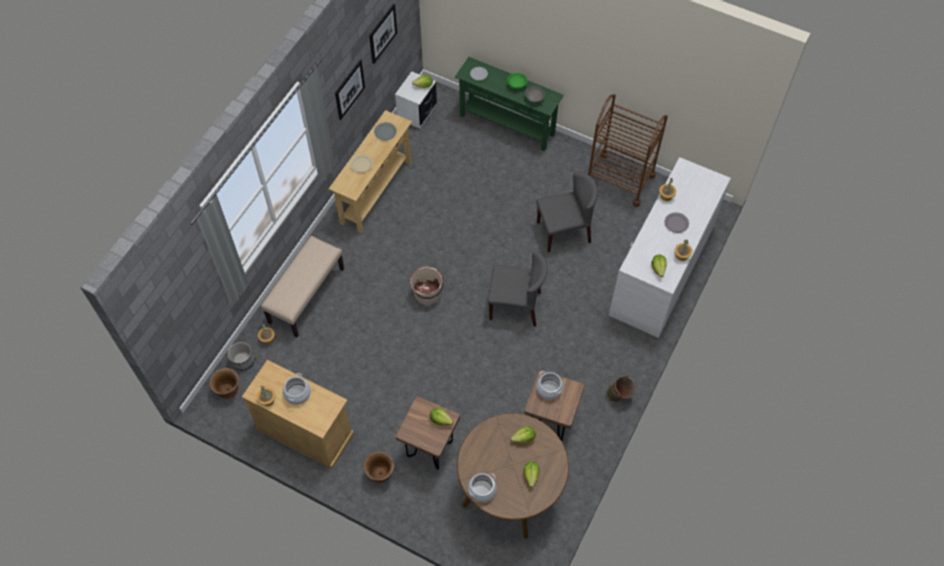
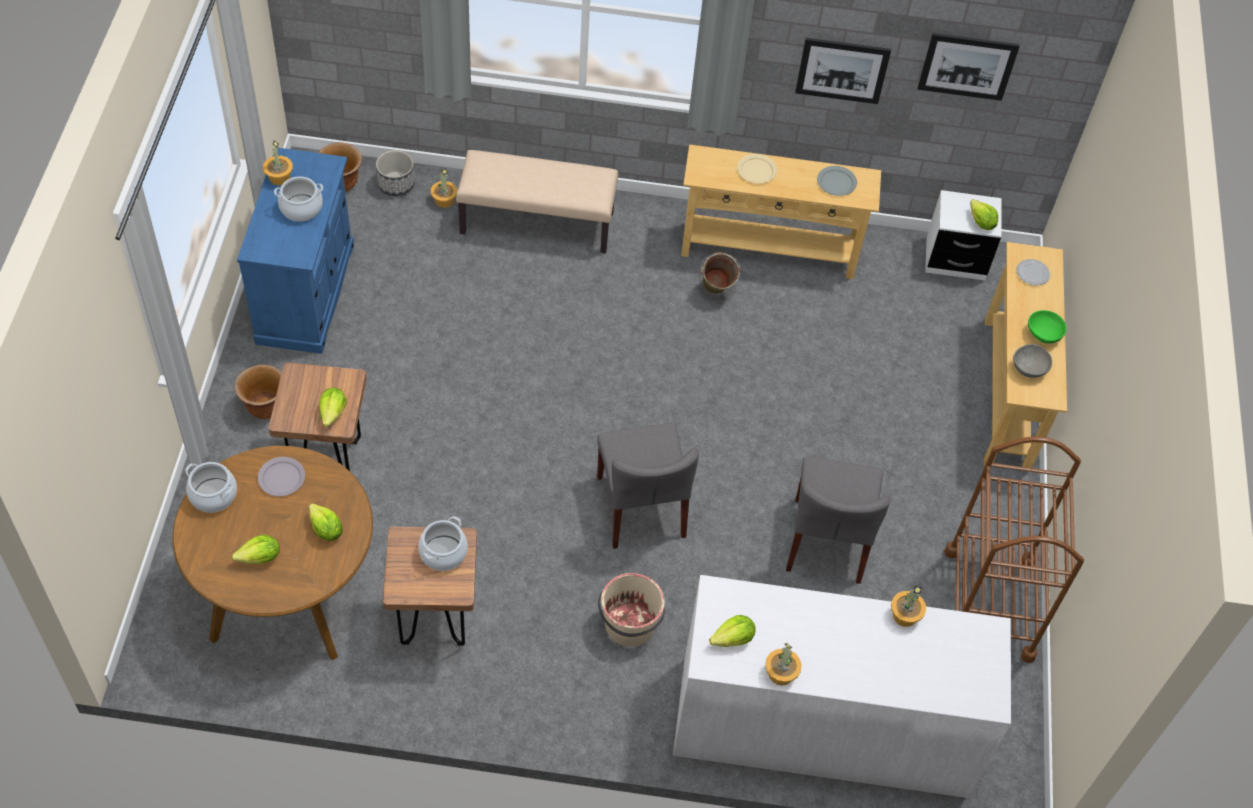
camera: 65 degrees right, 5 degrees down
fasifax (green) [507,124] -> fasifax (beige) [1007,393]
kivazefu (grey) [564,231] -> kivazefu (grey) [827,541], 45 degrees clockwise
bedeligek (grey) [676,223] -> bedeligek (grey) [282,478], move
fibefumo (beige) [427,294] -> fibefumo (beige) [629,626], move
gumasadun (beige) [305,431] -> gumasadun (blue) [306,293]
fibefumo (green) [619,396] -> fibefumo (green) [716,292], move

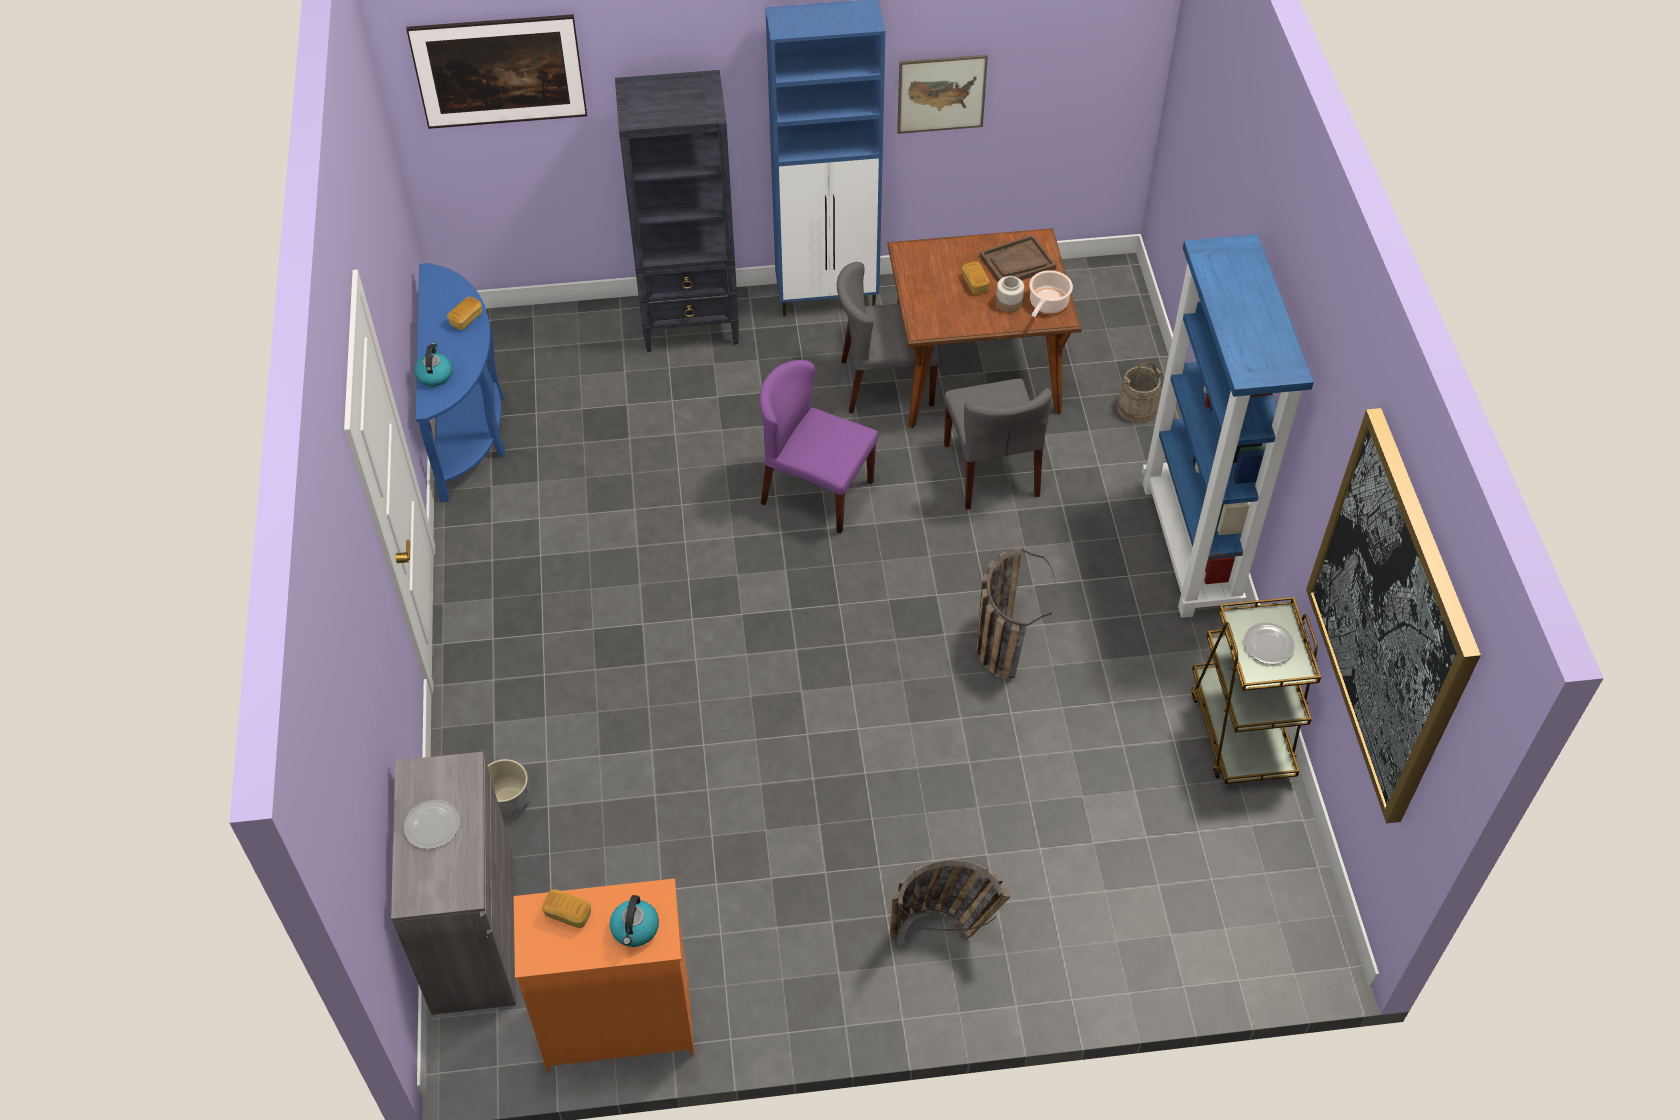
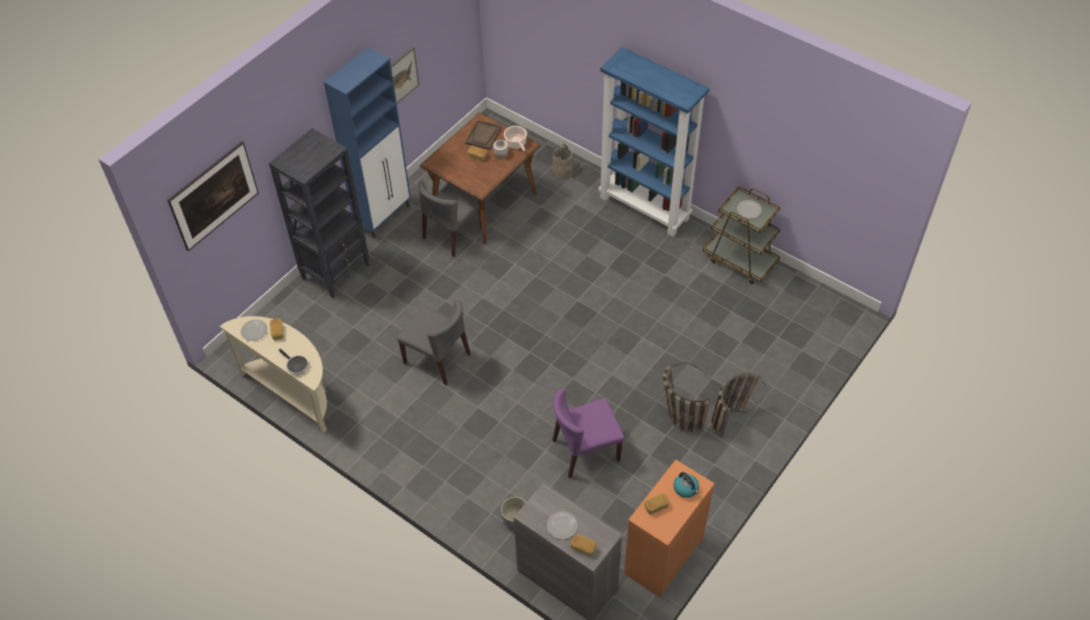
camera: 45 degrees left, 0 degrees up
fasifax (blue) [469,428] -> fasifax (beige) [293,392]
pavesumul [434,374] -> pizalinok [296,366]
kivazefu (purple) [816,492] -> kivazefu (purple) [585,451], move
kivazefu (grey) [991,470] -> kivazefu (grey) [437,358], move
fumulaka [1391,618] -> none
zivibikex [1001,639] -> zivibikex [679,415], move
none -> bedeligek [254,331]
none -> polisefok [583,548]

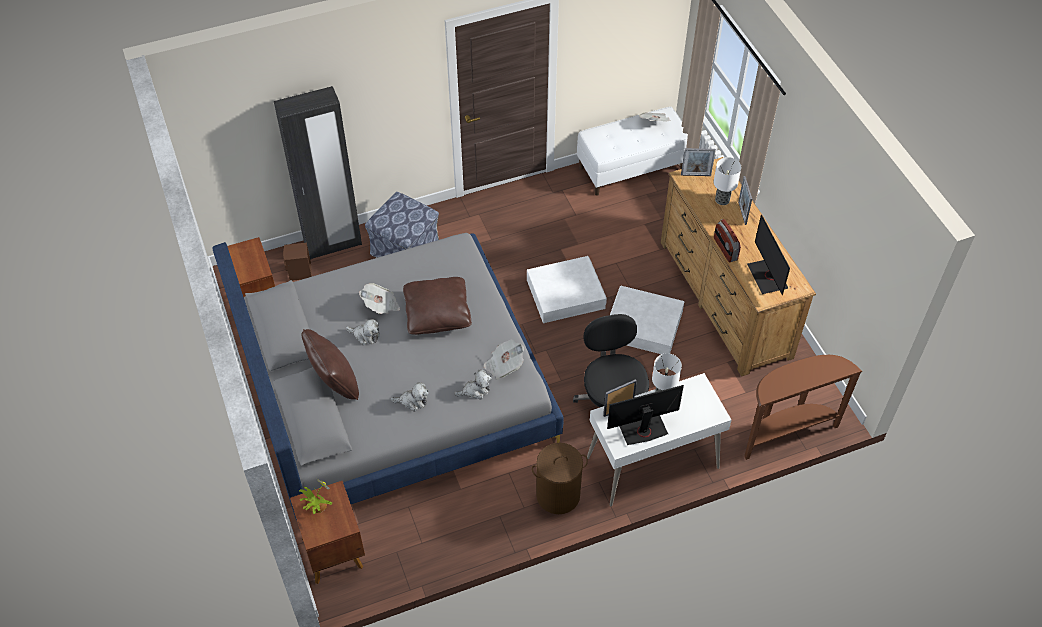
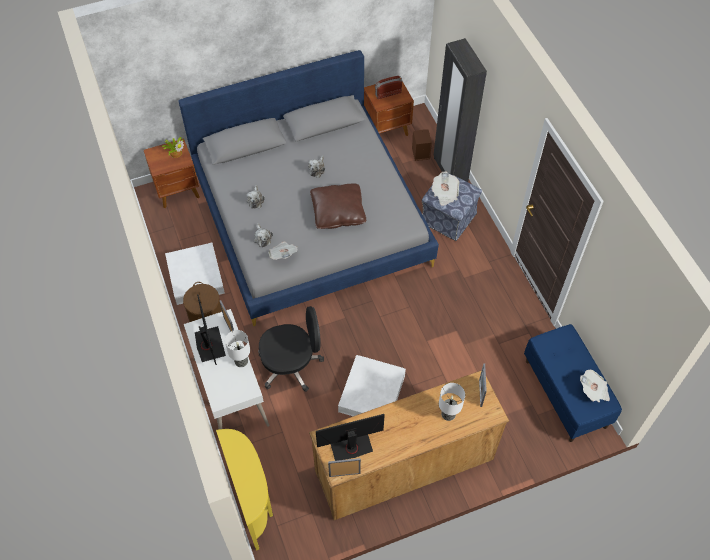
camera: 90 degrees right, 5 degrees up
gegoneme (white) [632,168] -> gegoneme (blue) [566,393]
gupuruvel [742,213] -> gupuruvel [344,474], move
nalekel [725,249] -> nalekel [388,94], move
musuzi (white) [565,294] -> musuzi (white) [195,277], move
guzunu [381,305] -> guzunu [444,194], move
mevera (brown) [334,382] -> none
fasifax (brown) [785,432] -> fasifax (yellow) [253,502]

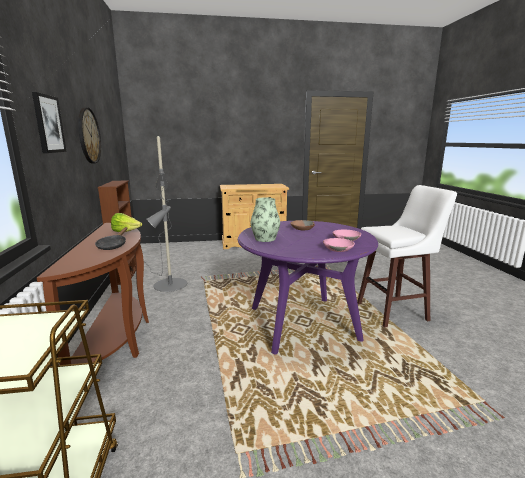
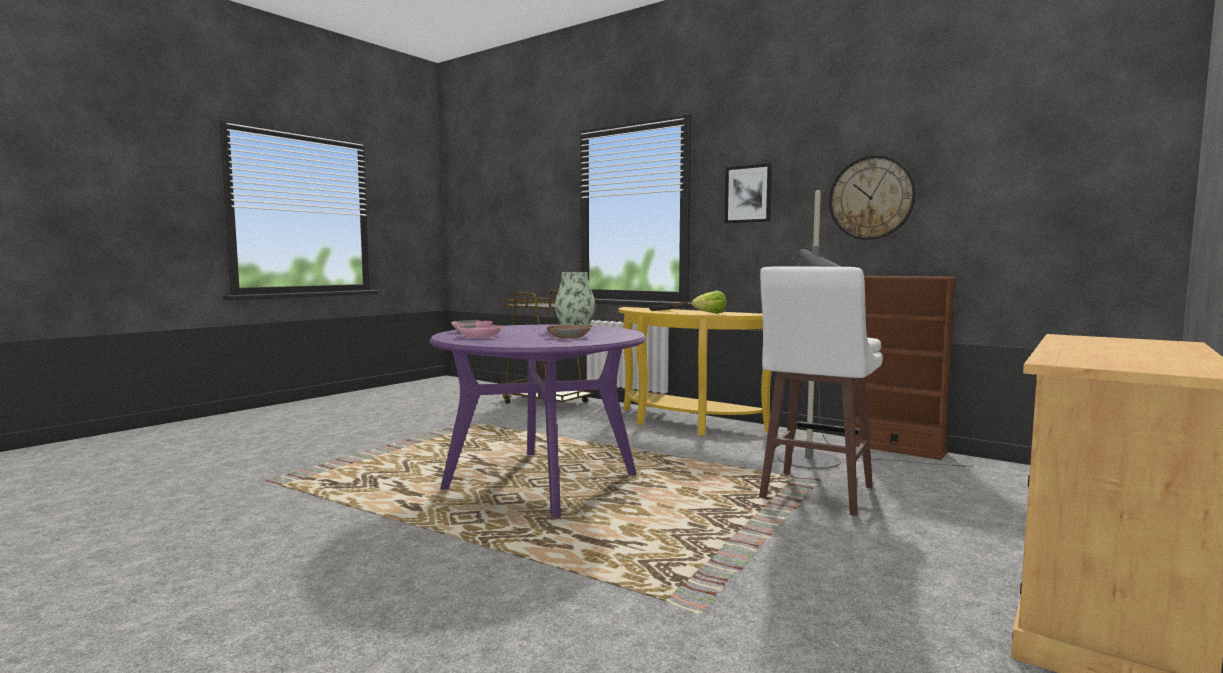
camera: 135 degrees right, 10 degrees down
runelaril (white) [394,312] -> runelaril (white) [814,493], move
fasifax (brown) [118,340] -> fasifax (yellow) [682,424]

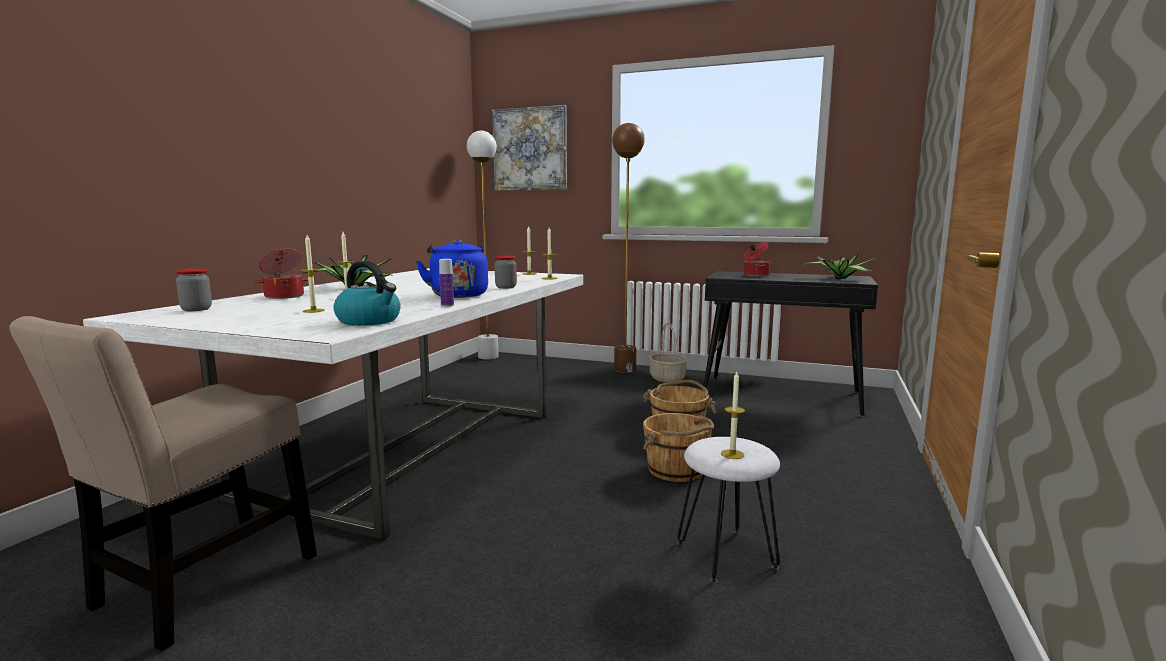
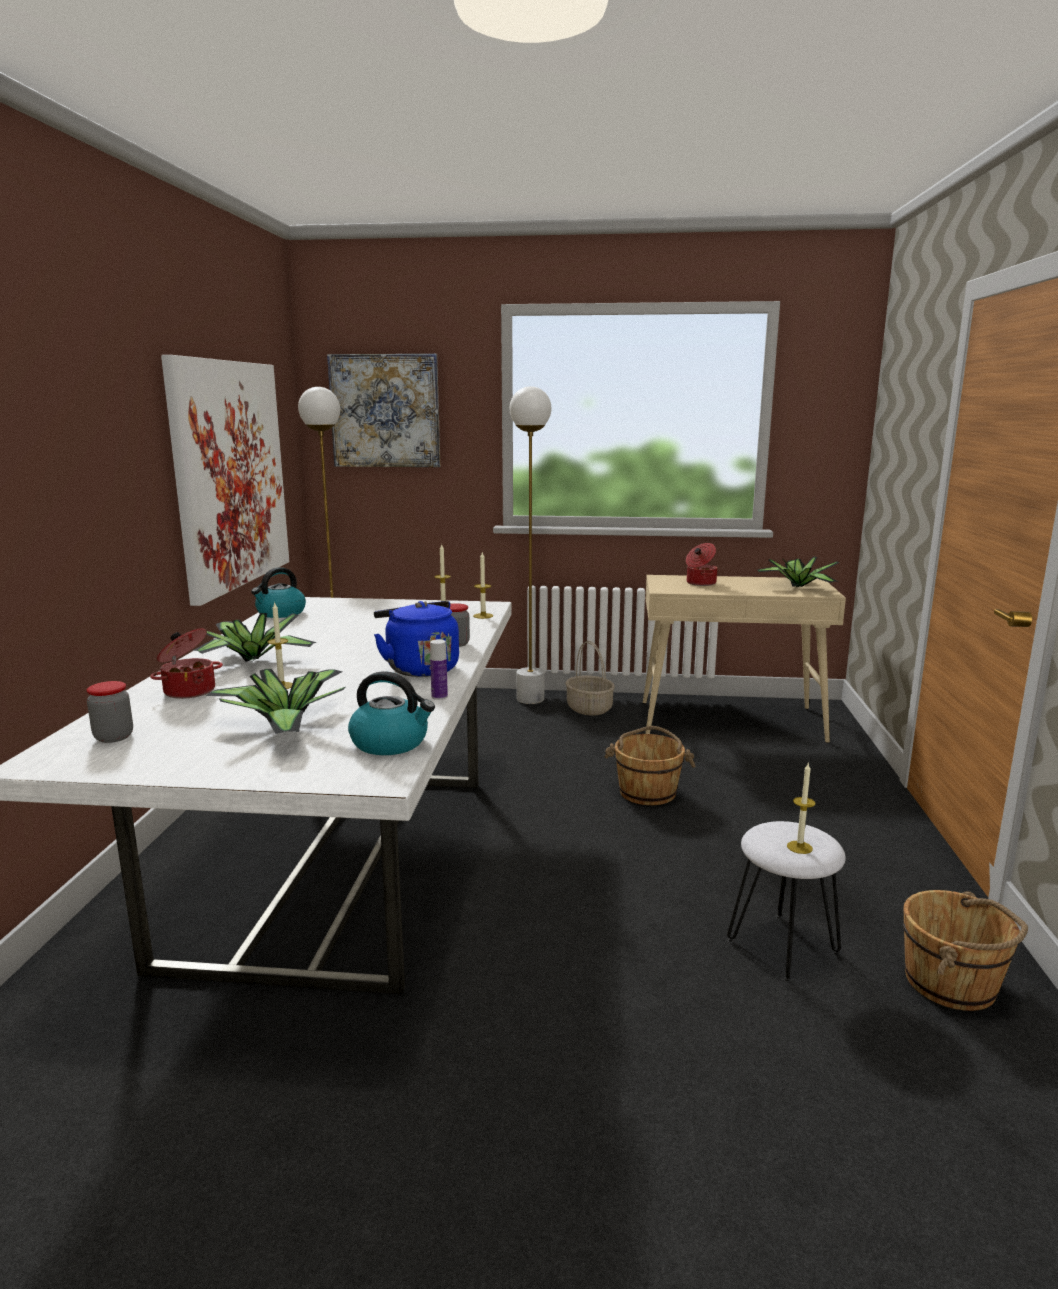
camera: 15 degrees left, 5 degrees up
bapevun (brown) [624,369] -> bapevun (white) [530,699]
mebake [313,311] -> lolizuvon [284,725]
fasifax (black) [782,395] -> fasifax (beige) [731,721]
kivazefu (beige) [199,587] -> none
fibefumo (brown) [676,470] -> fibefumo (brown) [952,983], move
none -> fumulaka [230,474]
none -> pavesumul [280,613]

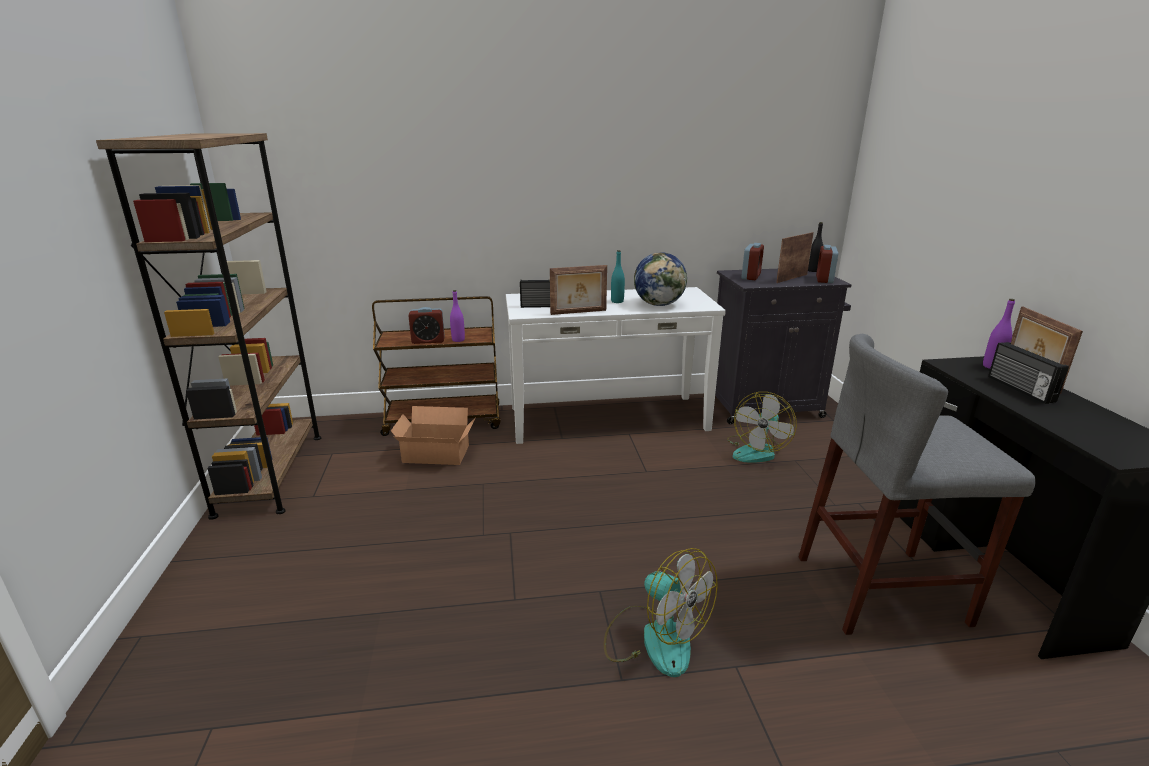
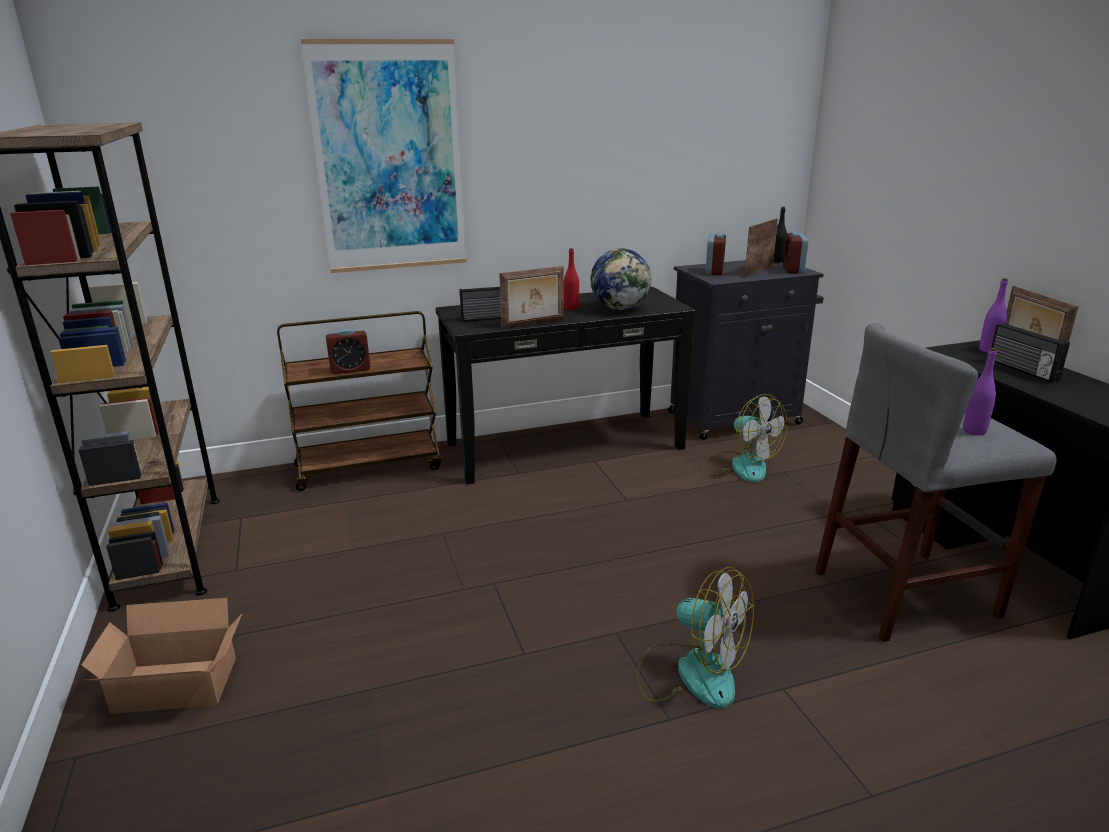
camera: 10 degrees left, 0 degrees up
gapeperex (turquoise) [617,301] -> gapeperex (red) [571,308]
fasifax (white) [608,418] -> fasifax (black) [564,446]
gapeperex (purple) [458,340] -> gapeperex (purple) [974,431], move
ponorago [757,450] -> ponorago [740,465], 60 degrees counterclockwise
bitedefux [437,455] -> bitedefux [177,688], move
none -> fumulaka [389,159]

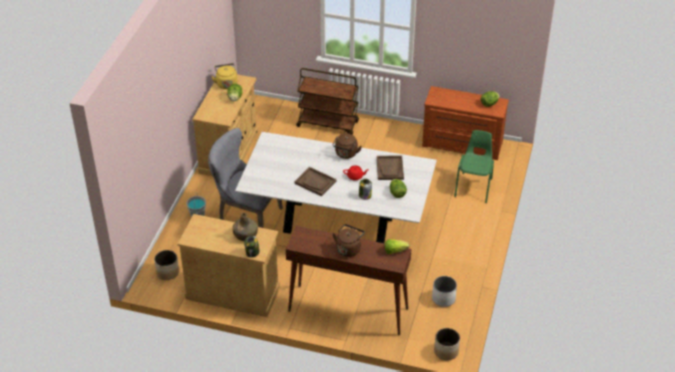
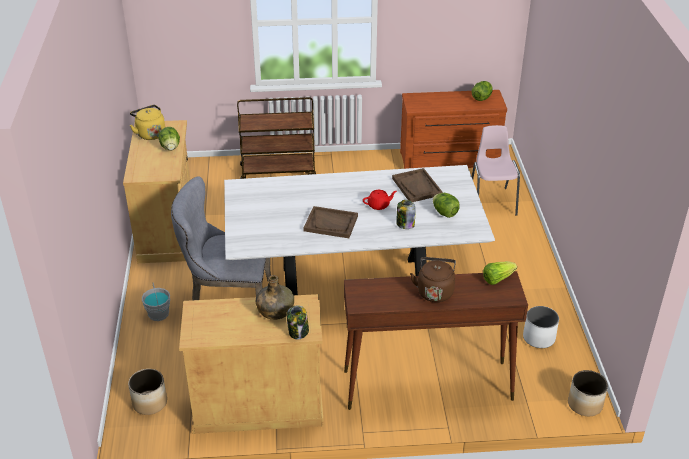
camera: 20 degrees left, 5 degrees down
kivazefu (green) [474,187] -> kivazefu (pink) [492,202]
pavesumul (brown) [346,154] -> none

